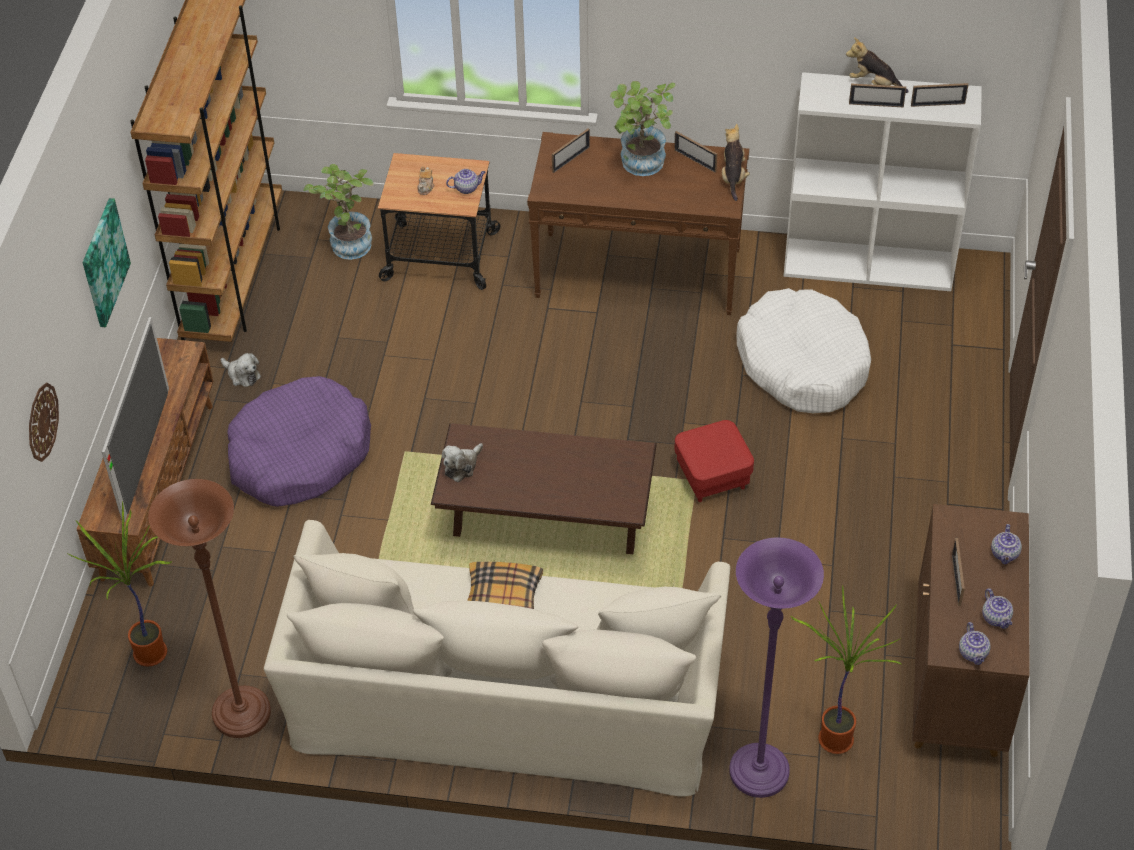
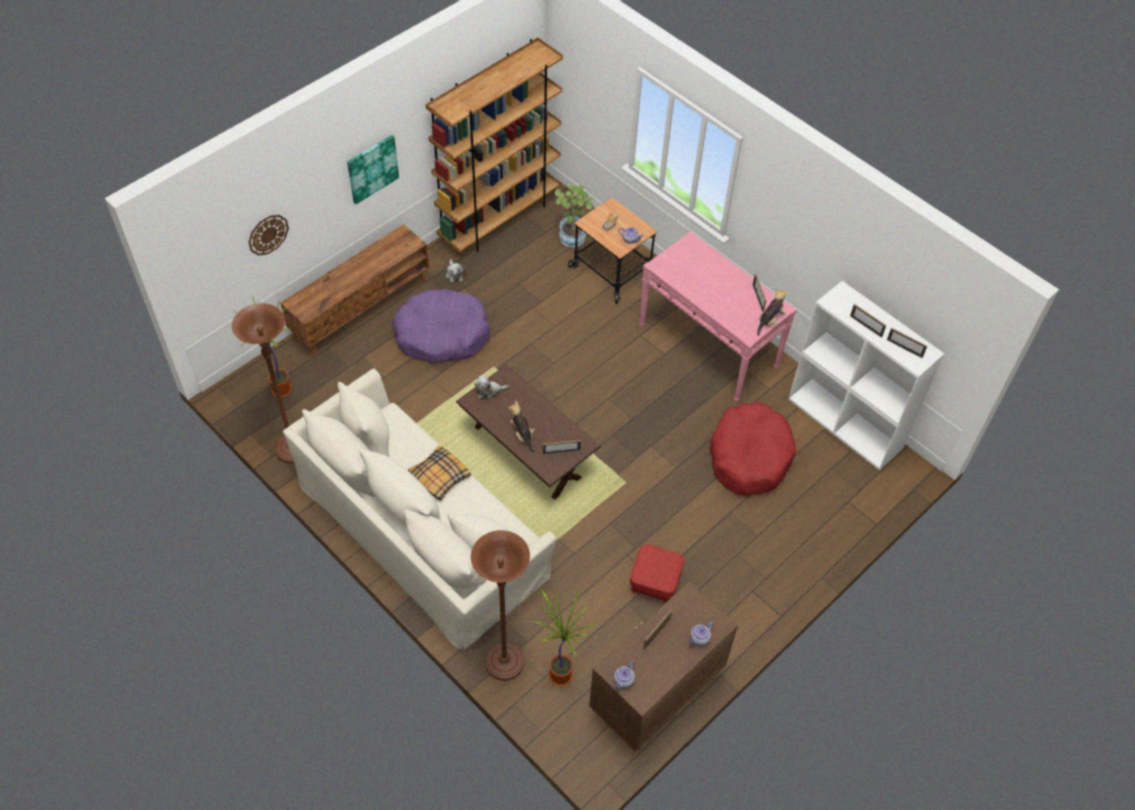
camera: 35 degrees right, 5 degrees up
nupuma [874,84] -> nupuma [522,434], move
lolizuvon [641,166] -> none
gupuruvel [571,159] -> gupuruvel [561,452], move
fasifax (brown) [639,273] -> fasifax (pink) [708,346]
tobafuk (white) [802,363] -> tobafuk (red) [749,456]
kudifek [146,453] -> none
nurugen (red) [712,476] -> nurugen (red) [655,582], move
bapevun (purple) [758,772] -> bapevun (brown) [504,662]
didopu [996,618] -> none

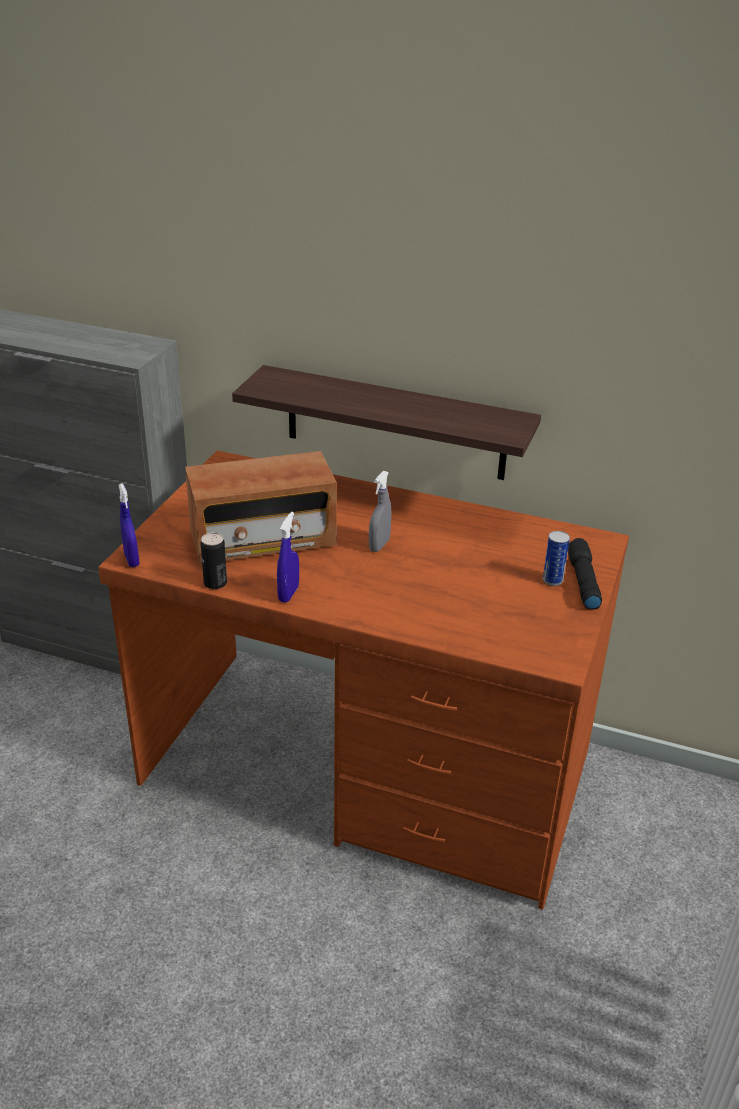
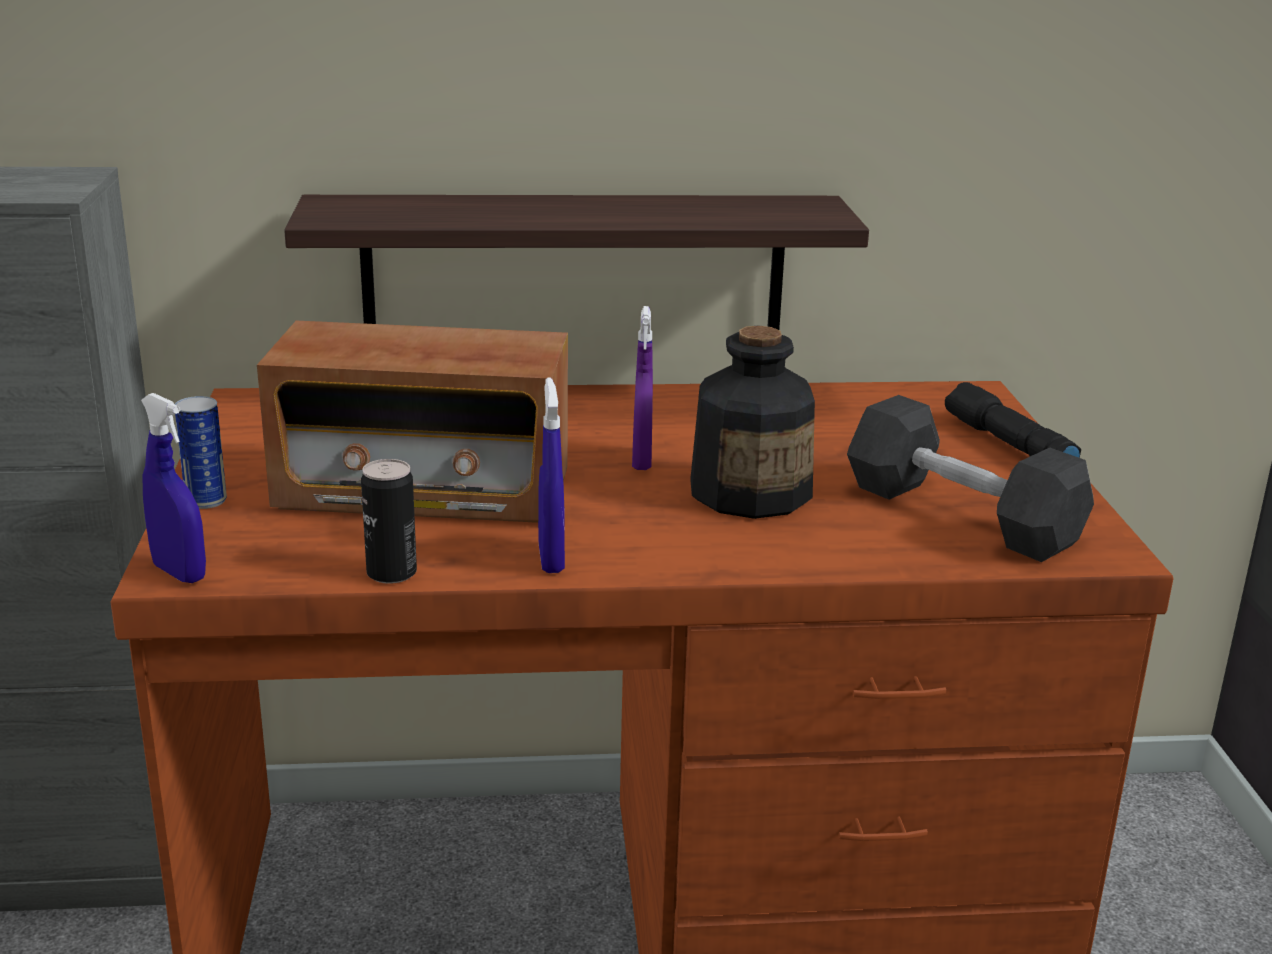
camera: 25 degrees left, 10 degrees down
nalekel [263,540] -> nalekel [423,492], 45 degrees clockwise
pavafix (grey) [379,545] -> pavafix (purple) [641,461]
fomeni [552,580] -> fomeni [206,501], move
none -> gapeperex [750,492]
none -> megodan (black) [961,515]

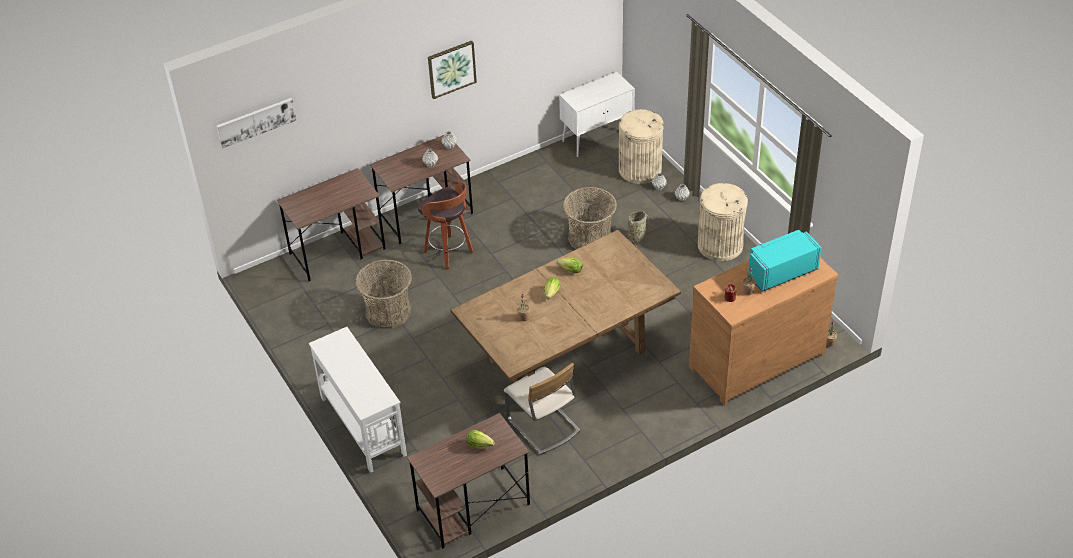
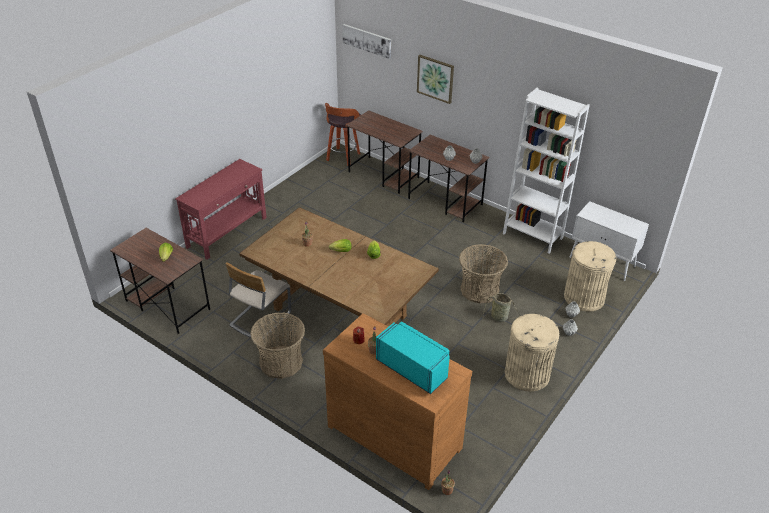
camera: 65 degrees right, 5 degrees down
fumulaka [451,68] -> fumulaka [435,78], move
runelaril [449,252] -> runelaril [343,158], move
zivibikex [388,312] -> zivibikex [281,362], move
fasifax (white) [363,425] -> fasifax (red) [227,232]
none -> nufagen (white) [532,236]

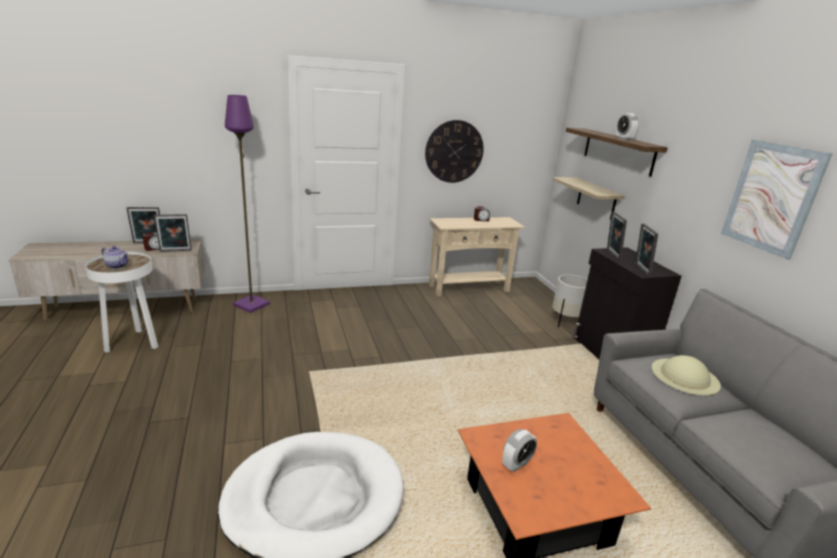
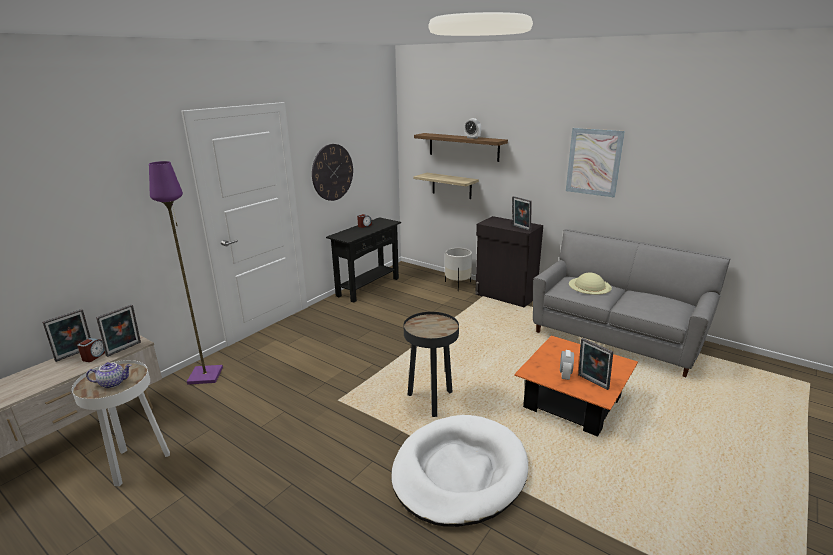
camera: 35 degrees left, 0 degrees up
gupuruvel [611,254] -> gupuruvel [592,382], move
fasifax (beige) [469,288] -> fasifax (black) [368,287]
none -> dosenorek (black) [431,400]

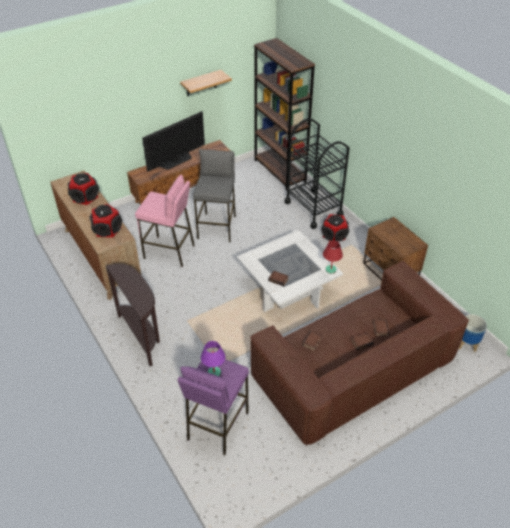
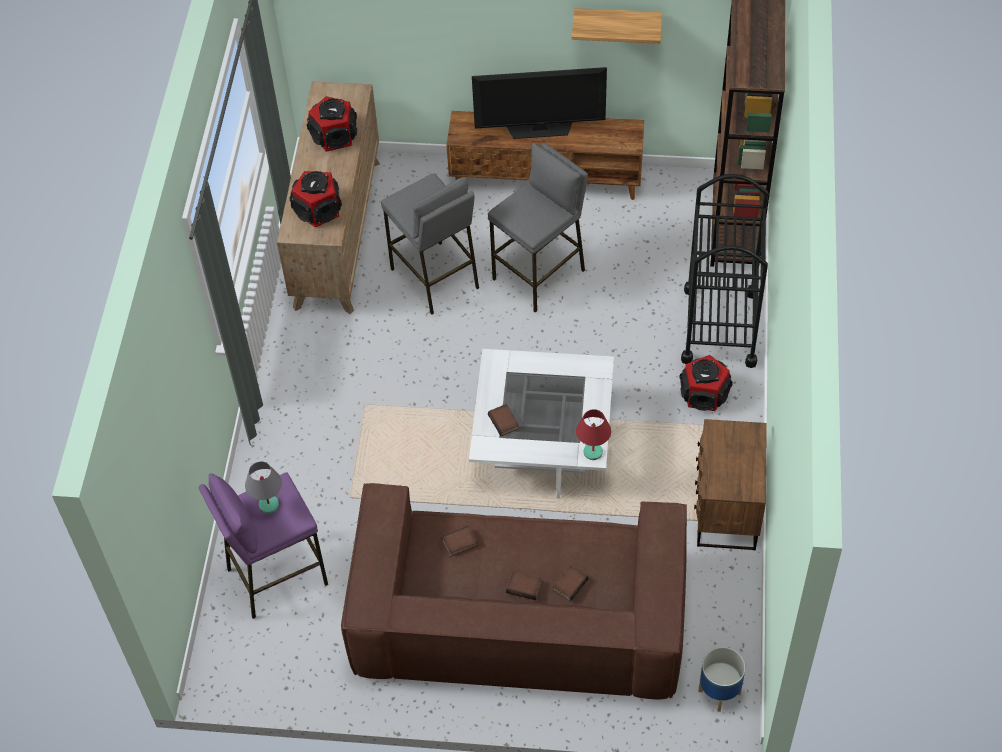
camera: 40 degrees right, 10 degrees up
runelaril (pink) [169,252] -> runelaril (grey) [435,278]
fasifax (brown) [142,336] -> none
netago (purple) [214,373] -> netago (grey) [269,505]

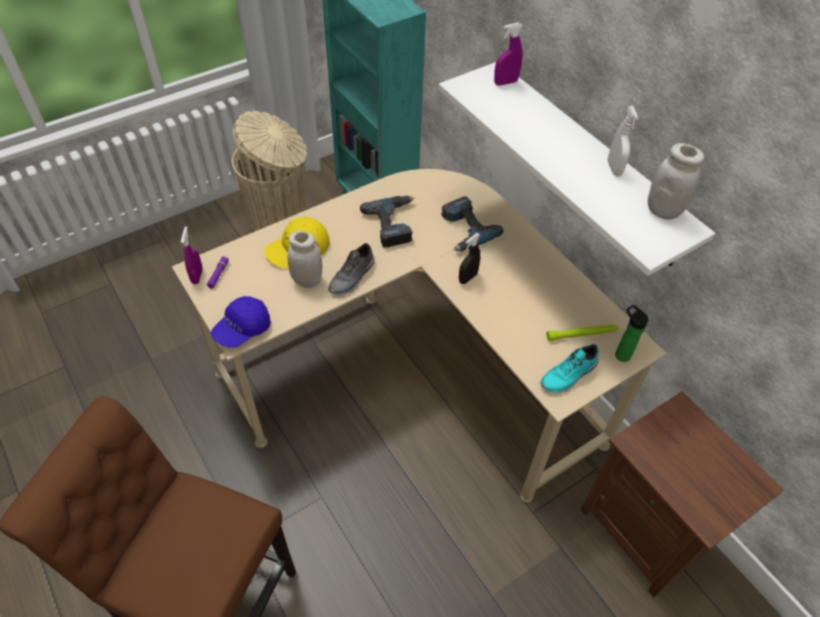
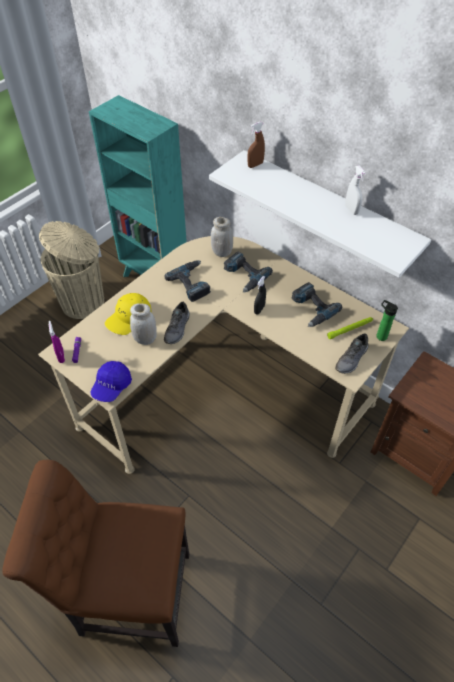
camera: 15 degrees left, 0 degrees up
pavafix (purple) [505,82] -> pavafix (brown) [255,165]
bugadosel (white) [663,210] -> bugadosel (white) [222,252], move
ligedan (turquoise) [569,375] -> ligedan (grey) [352,359]
none -> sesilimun [311,308]

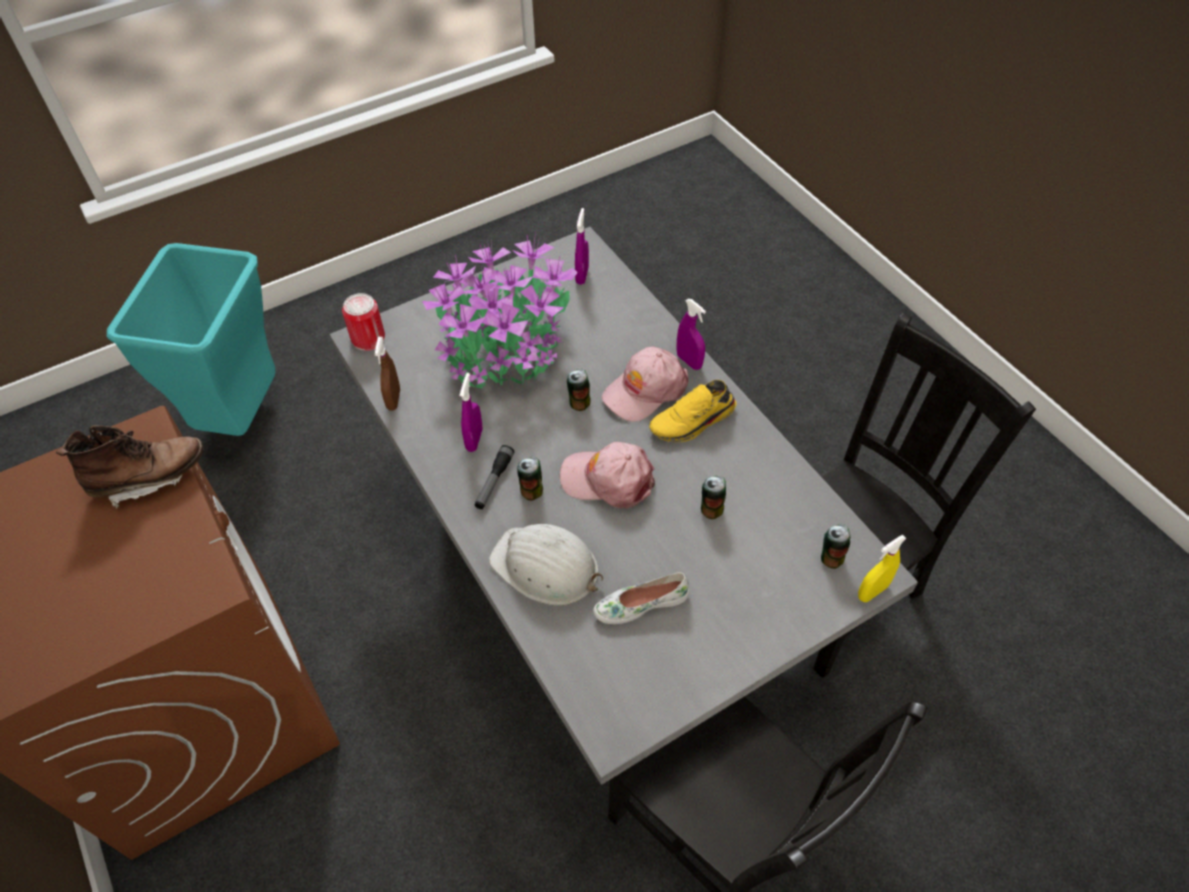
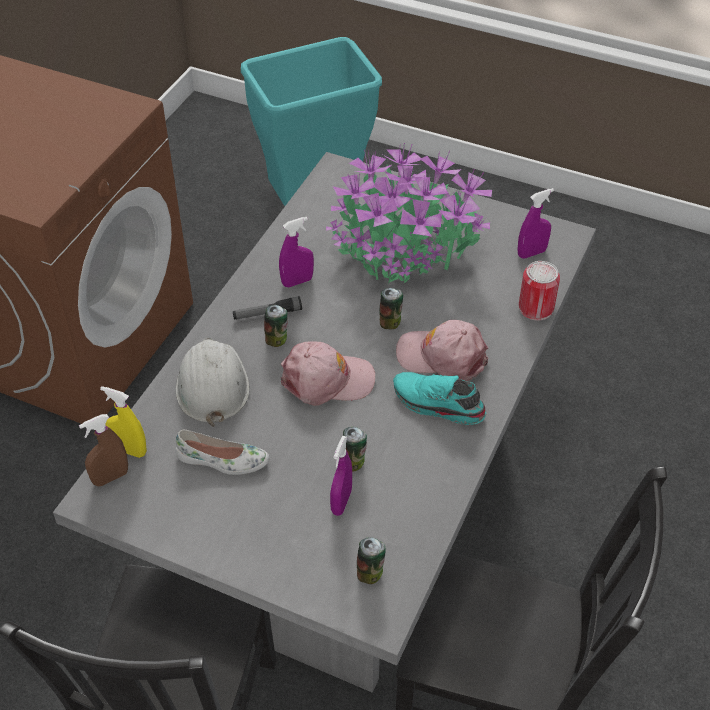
camera: 55 degrees right, 5 degrees down
fomeni [368,338] -> fomeni [536,308], move
pavafix (purple) [689,361] -> pavafix (purple) [341,502], move
pavafix (brown) [393,399] -> pavafix (brown) [110,477], move
ligedan (yellow) [693,422] -> ligedan (turquoise) [437,405]
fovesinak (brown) [150,478] -> none
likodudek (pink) [608,479] -> likodudek (pink) [327,380], 105 degrees clockwise
pavafix (yellow) [872,591] -> pavafix (yellow) [129,450], move
ligedan (white) [640,603] -> ligedan (white) [222,460], 150 degrees clockwise

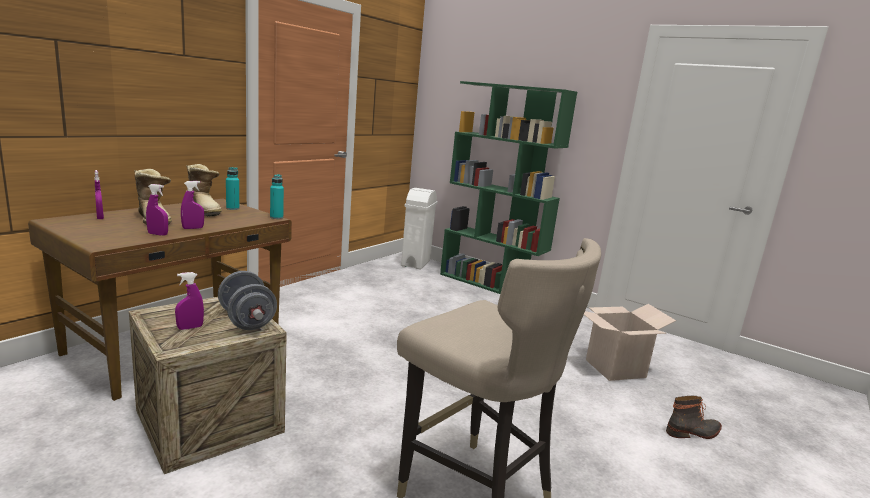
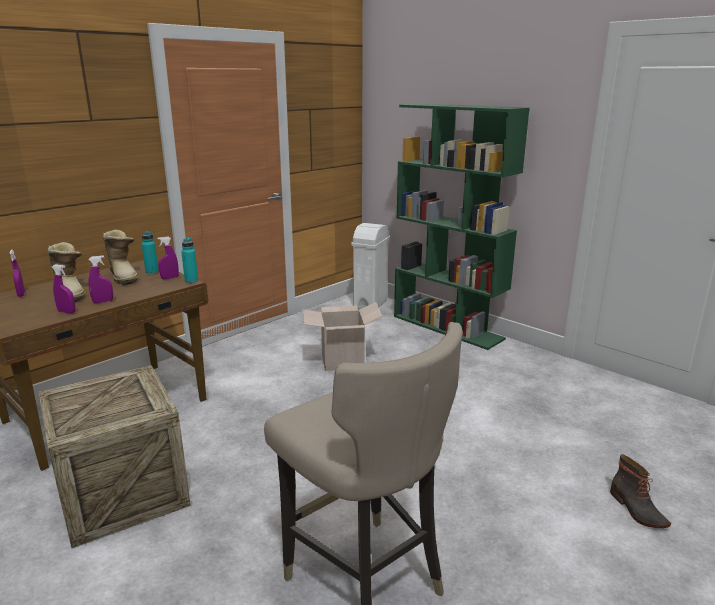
camera: 10 degrees right, 5 degrees up
megodan (grey) [247,320] -> none
pavafix (purple) [190,327] -> pavafix (purple) [169,278], move
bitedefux [615,368] -> bitedefux [342,361], move
fovesinak [693,432] -> fovesinak [636,510], 75 degrees clockwise

